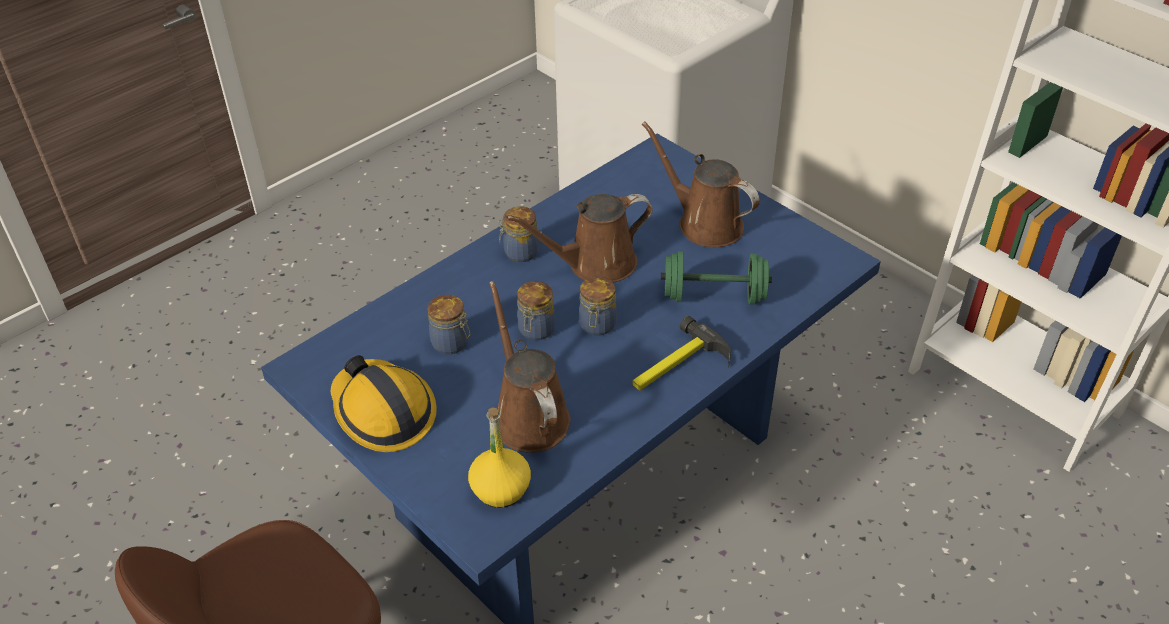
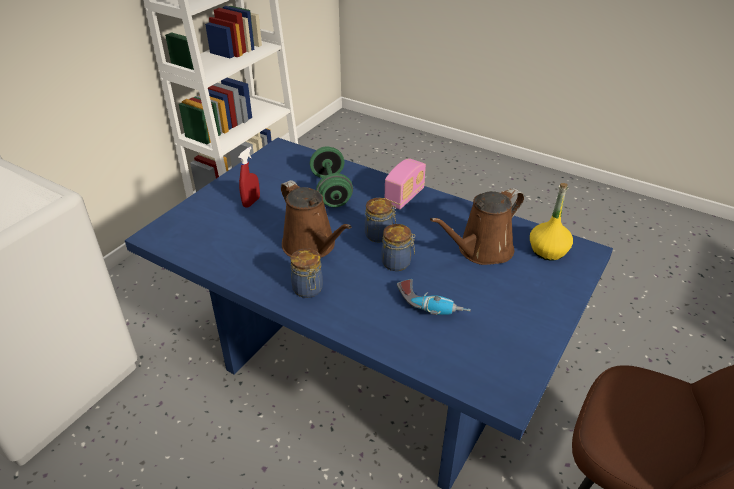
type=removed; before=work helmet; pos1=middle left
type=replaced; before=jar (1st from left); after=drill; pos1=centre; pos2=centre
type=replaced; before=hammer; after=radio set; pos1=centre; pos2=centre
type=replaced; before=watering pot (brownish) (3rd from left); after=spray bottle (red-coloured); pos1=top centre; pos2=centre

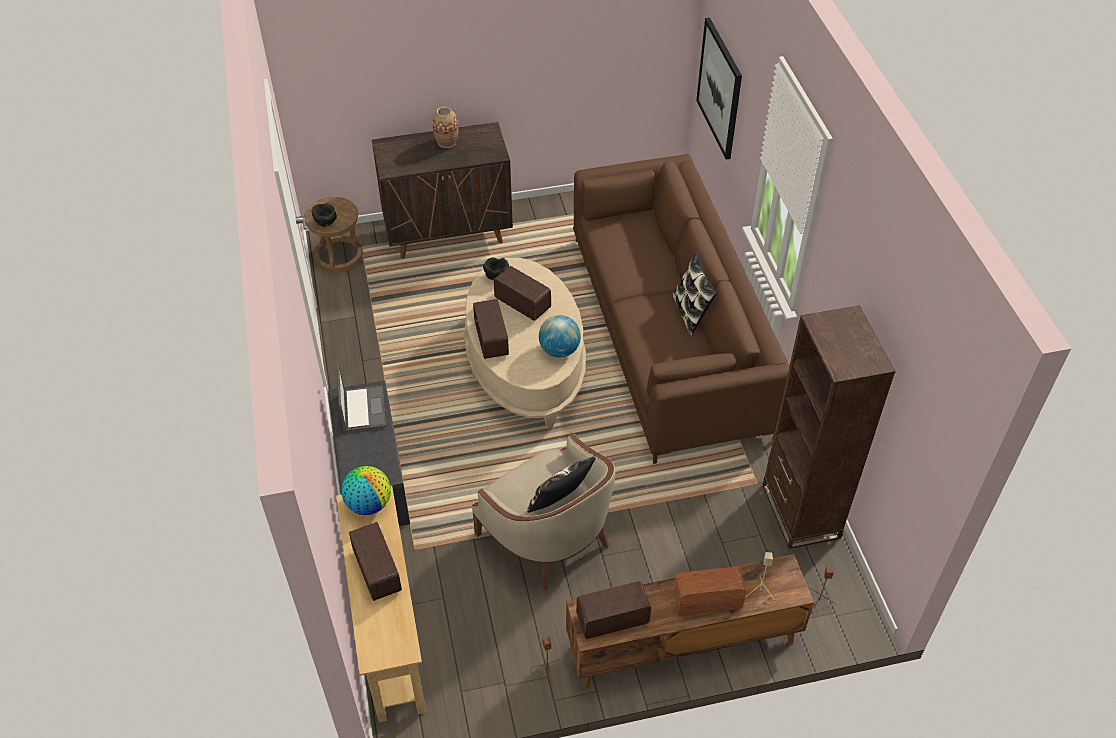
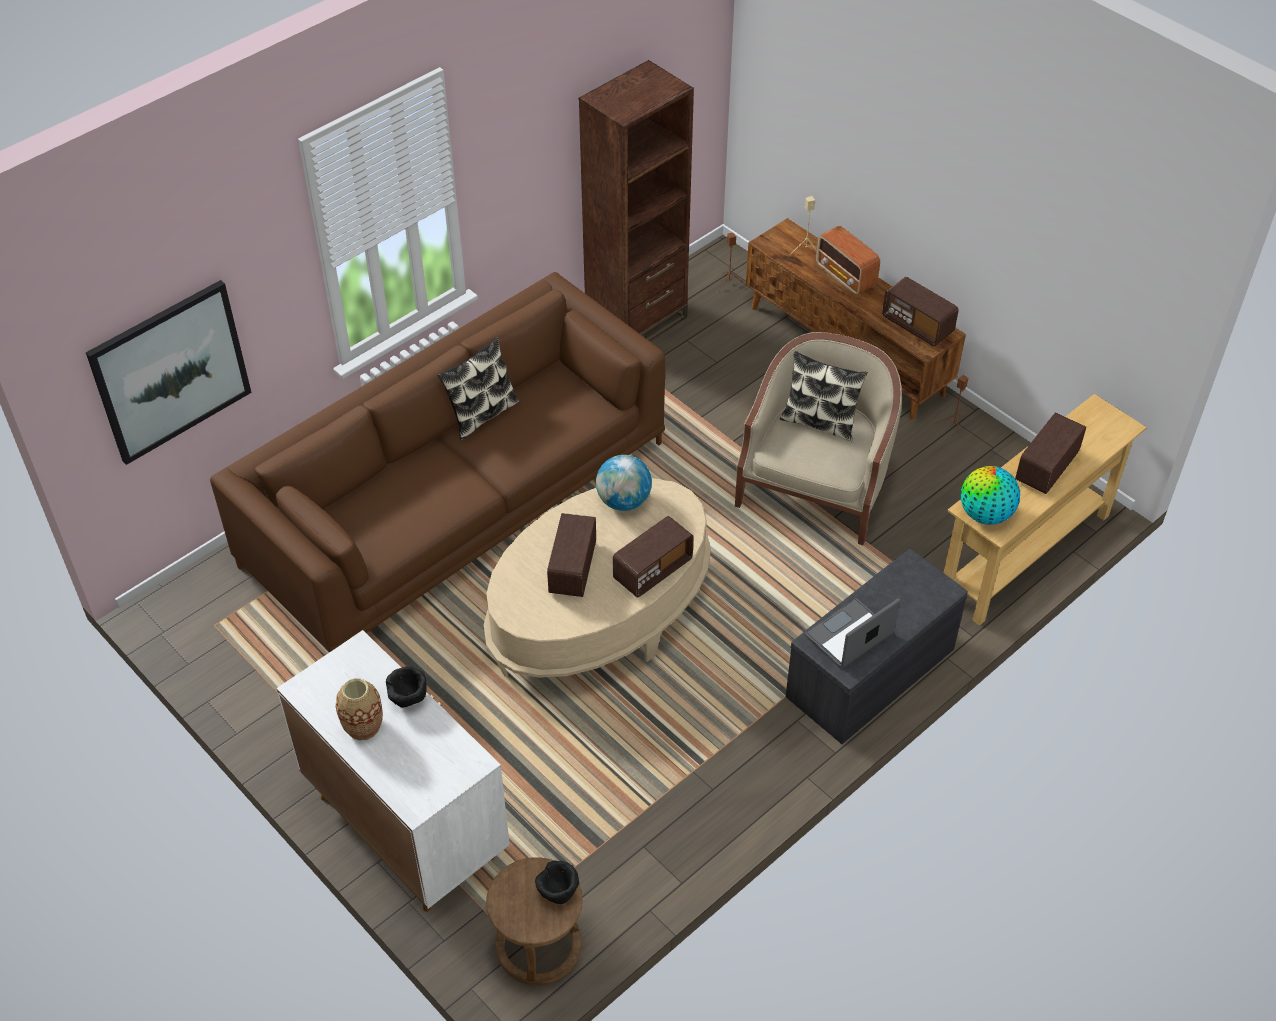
type=recoloured; before=cabinet (brownish); after=cabinet (whitish); pos1=top centre; pos2=bottom left
type=moved; before=deep dish (black) (2nd from left in the first image); after=deep dish (black) (1st from left); pos1=centre; pos2=bottom left

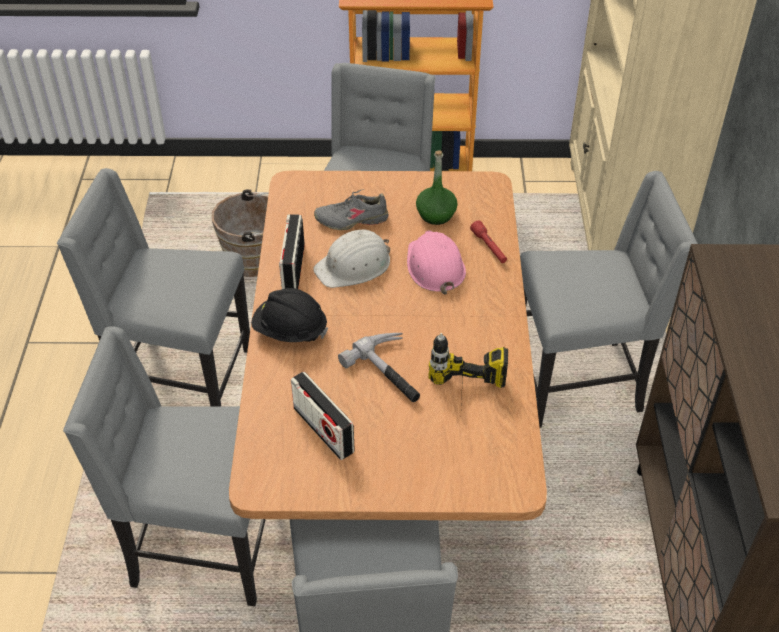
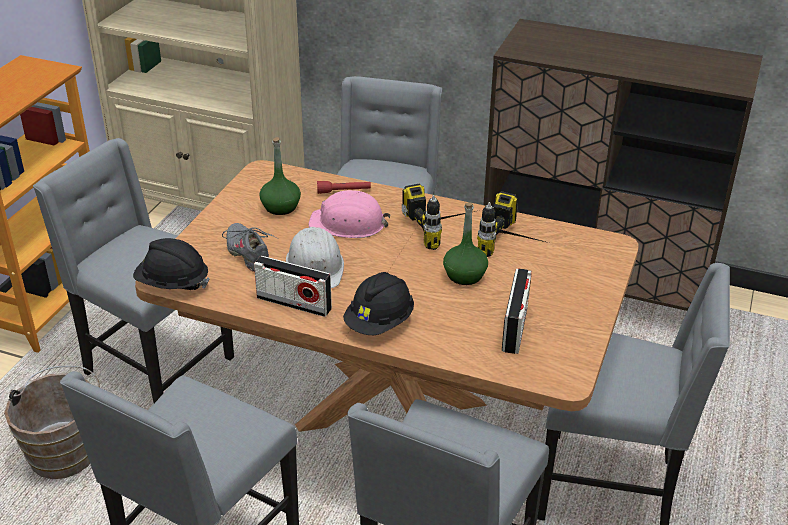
type=turned; before=radio set (2nd from left); pos1=centre; pos2=centre; turn=-60
type=turned; before=item of footwear (greyish); pos1=top centre; pos2=middle left; turn=135
type=replaced; before=hammer; after=bottle (green) (2nd from left); pos1=centre; pos2=centre
type=added; after=work helmet (black) (1st from left); pos2=middle left
type=added; after=drill (1st from left); pos2=centre

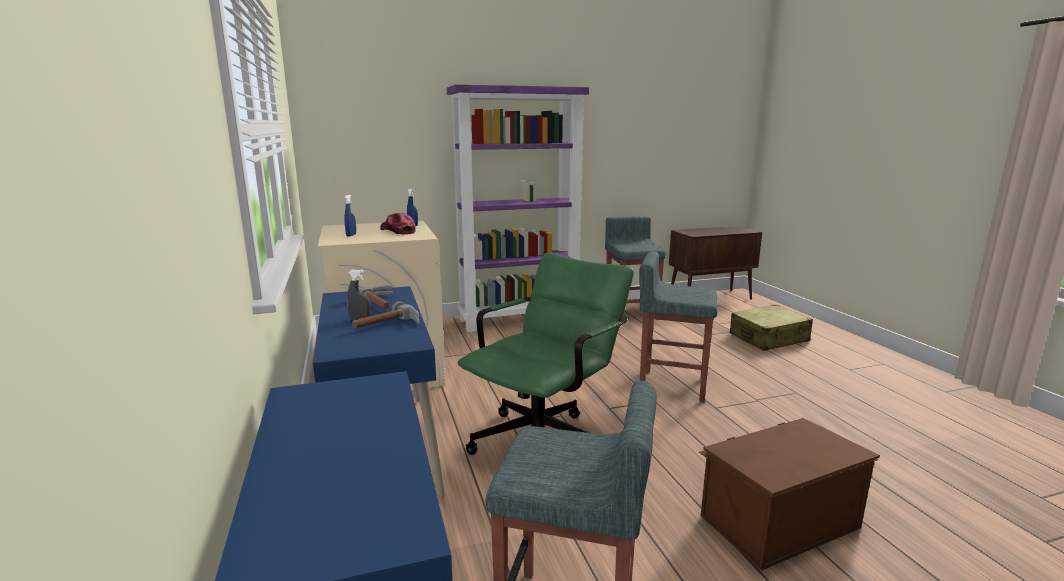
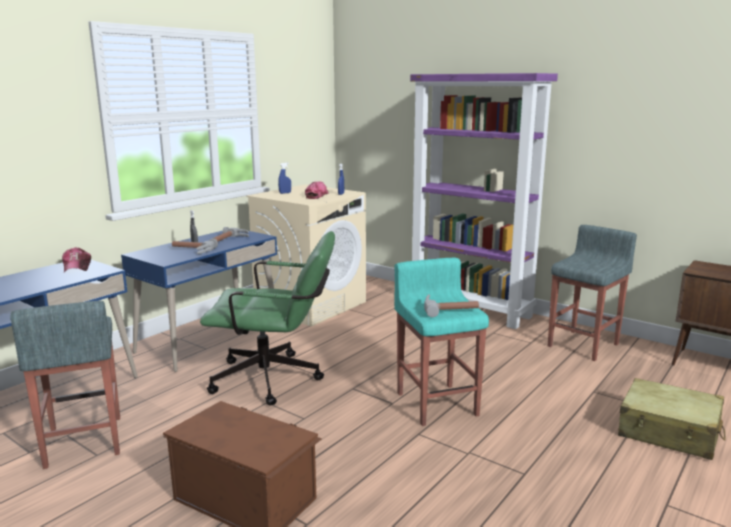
type=recoloured; before=stool seat (greyish) (3rd from left); after=stool seat (blue-green); pos1=centre; pos2=centre
type=added; after=peaked cap (1st from left); pos2=middle left
type=added; after=hammer (3rd from left); pos2=centre

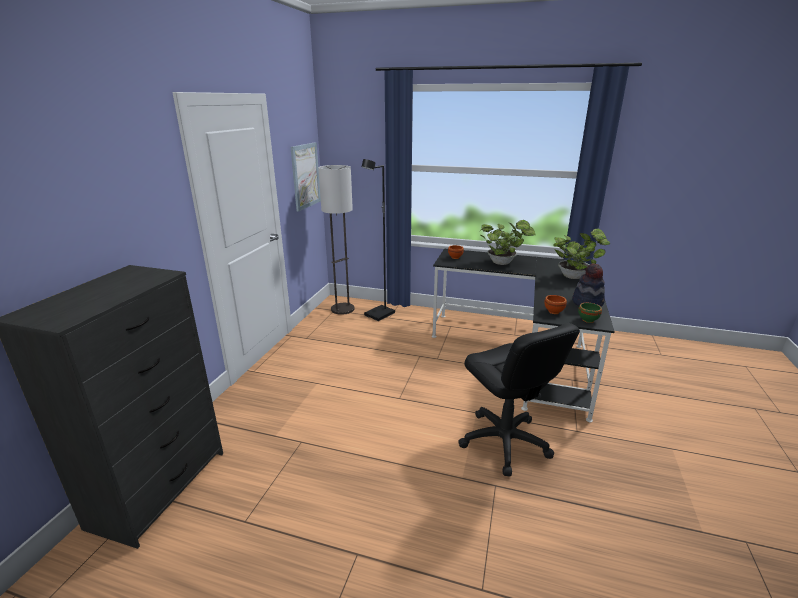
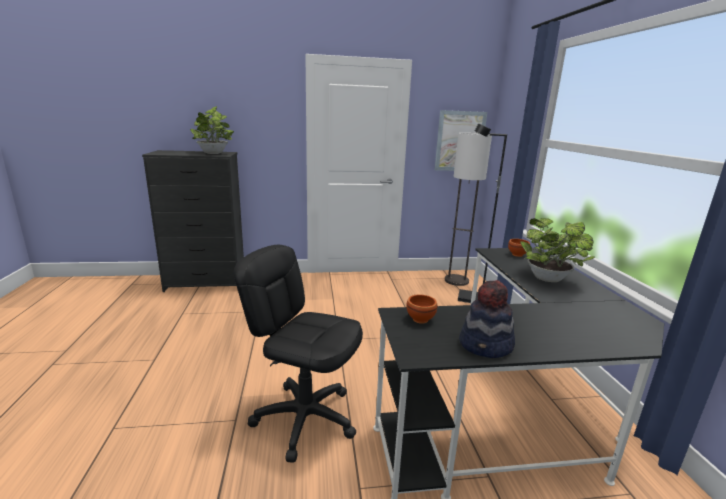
type=turned; before=office chair (black); pos1=bottom centre; pos2=bottom centre; turn=75
type=moved; before=potted plant (2nd from left in the first image); after=potted plant (1st from left); pos1=middle right; pos2=top left
type=removed; before=deep dish (green); pos1=middle right

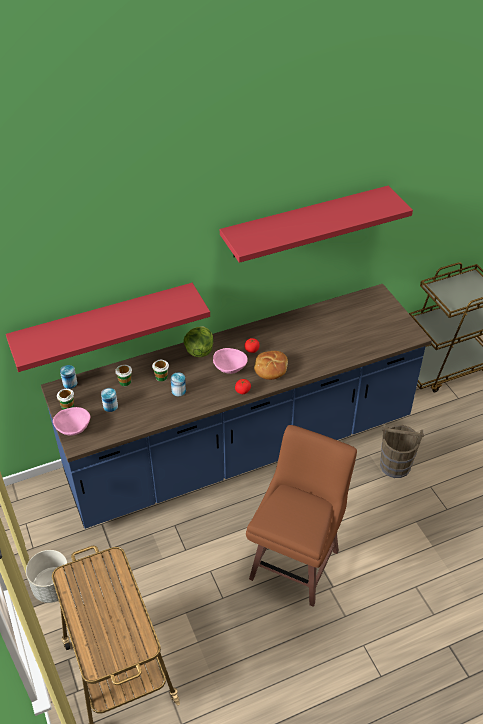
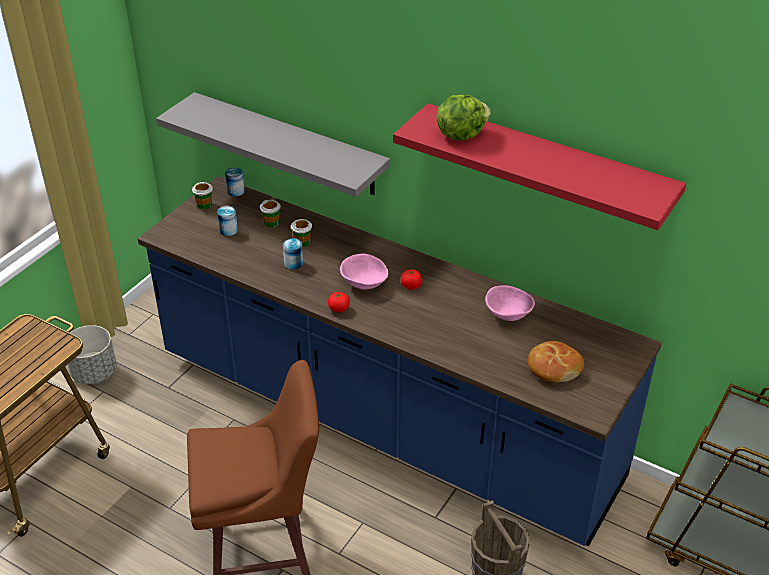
type=recoloured; before=wall shelf (red-coloured) (1st from left); after=wall shelf (greyish); pos1=middle left; pos2=top centre
type=moved; before=deep dish (pink-coloured) (1st from left in the first image); after=deep dish (pink-coloured) (2nd from left); pos1=middle left; pos2=centre
type=moved; before=lettuce head; pos1=centre; pos2=top centre
type=moved; before=bread; pos1=centre; pos2=middle right

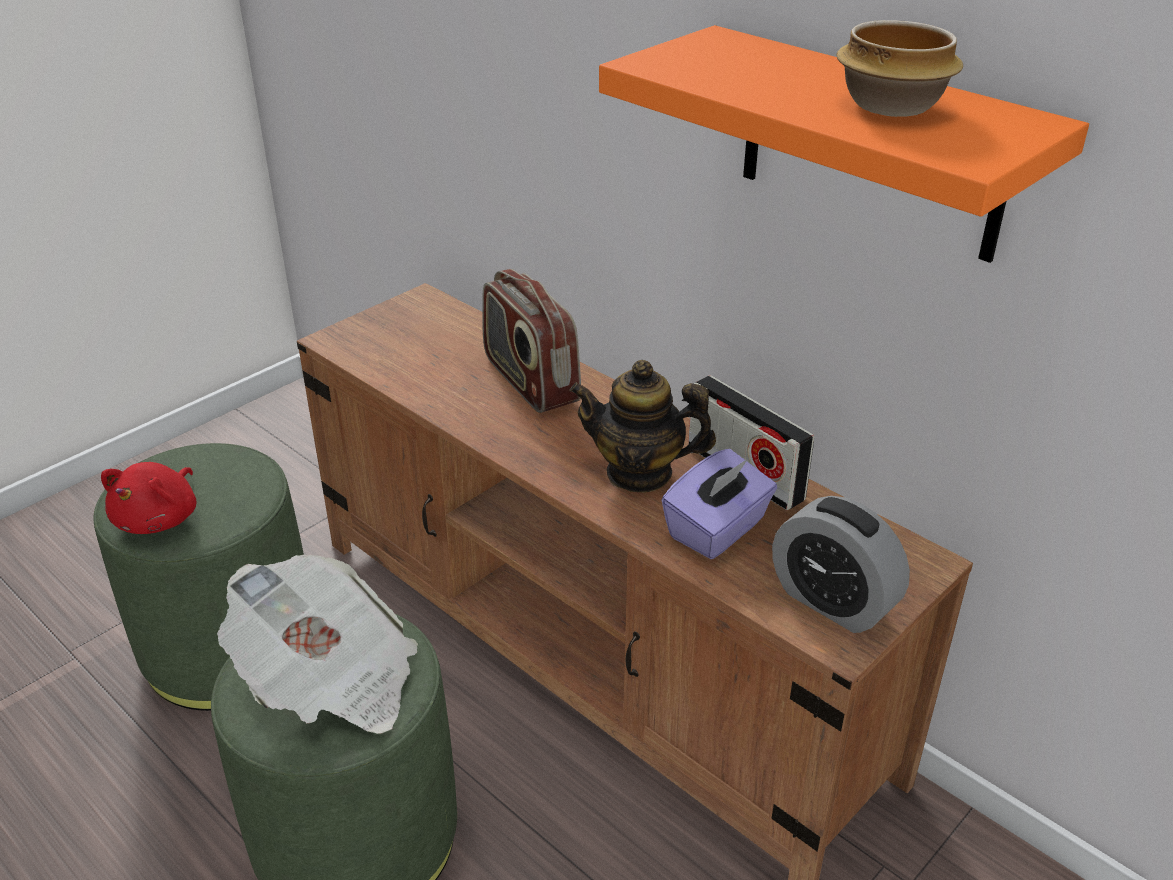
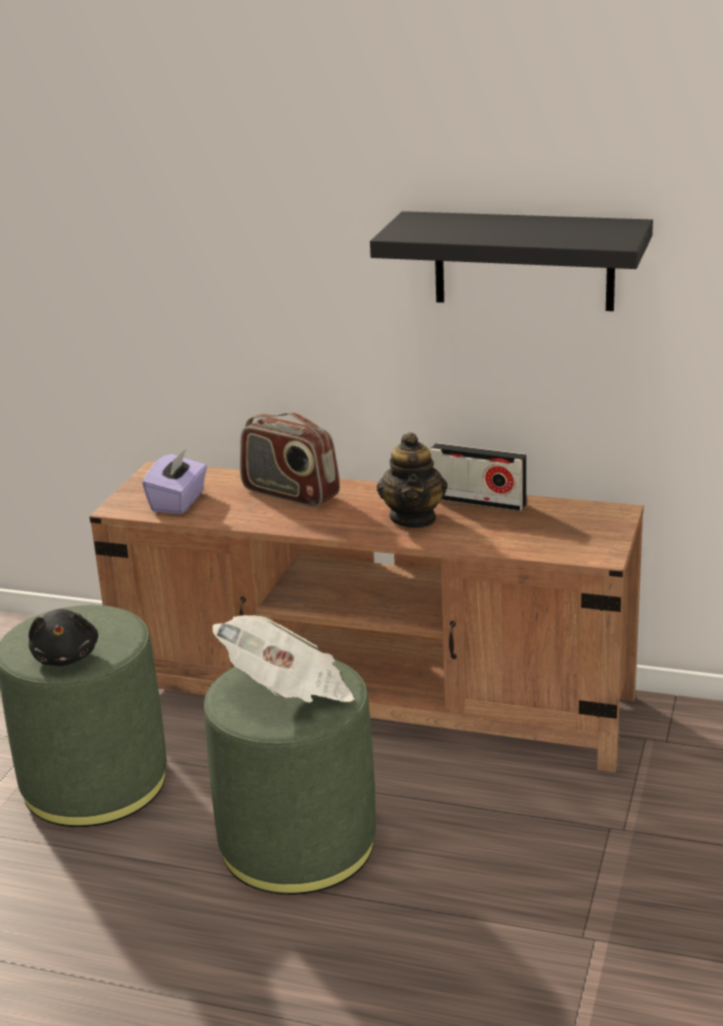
type=recoloured; before=plush toy (red-coloured); after=plush toy (black); pos1=middle left; pos2=middle left
type=turned; before=pot for tea; pos1=centre; pos2=centre; turn=-75
type=recoloured; before=wall shelf (orange-coloured); after=wall shelf (black); pos1=top right; pos2=top right
type=moved; before=box of tissues (purple); pos1=centre; pos2=middle left
type=removed; before=table clock; pos1=middle right
type=removed; before=deep dish; pos1=top right

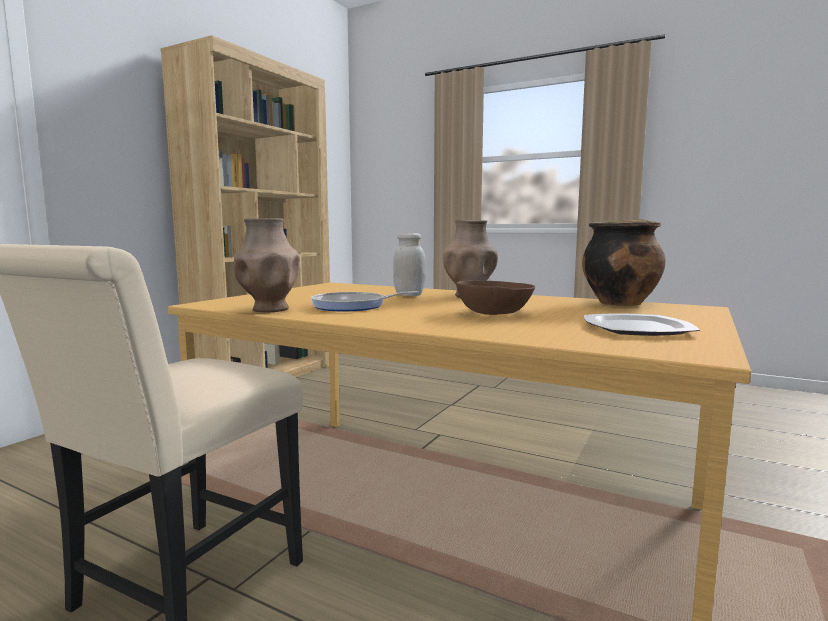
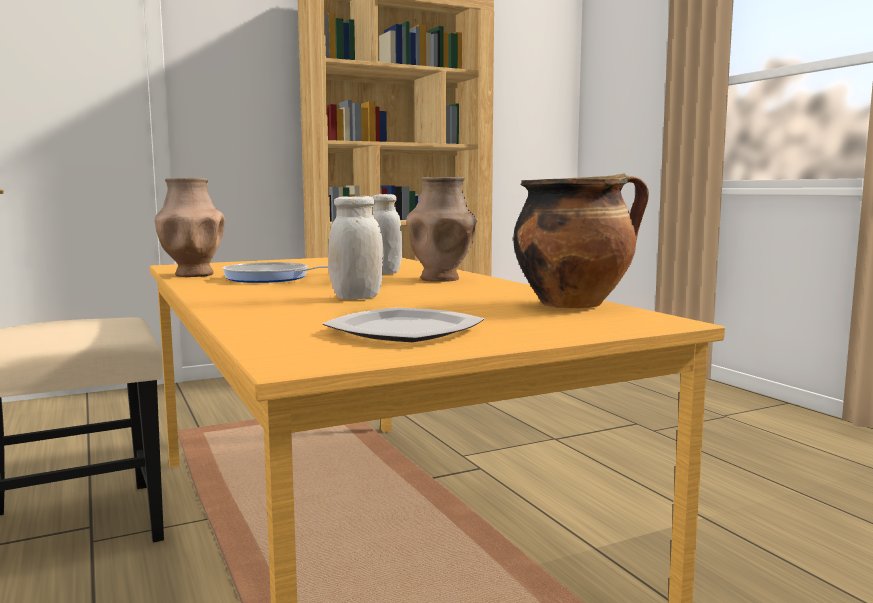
type=replaced; before=deep dish (brownish); after=jar (whitish) (1st from left); pos1=centre; pos2=centre

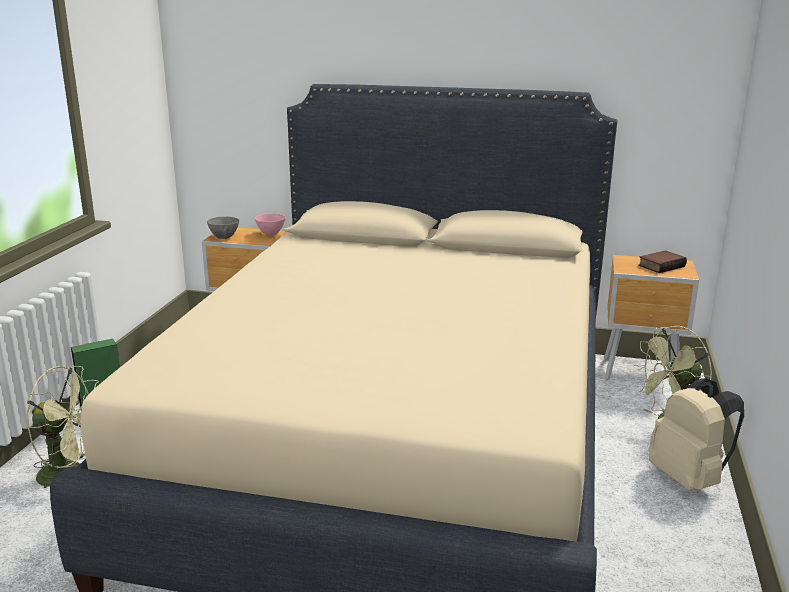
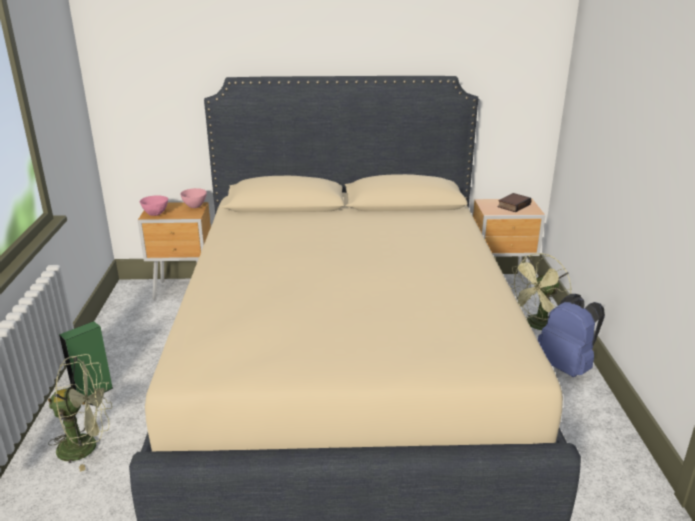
type=recoloured; before=deep dish (greyish); after=deep dish (pink-coloured) (1st from left); pos1=middle left; pos2=middle left
type=recoloured; before=rucksack (sand-coloured); after=rucksack (blue-coloured); pos1=bottom right; pos2=middle right

